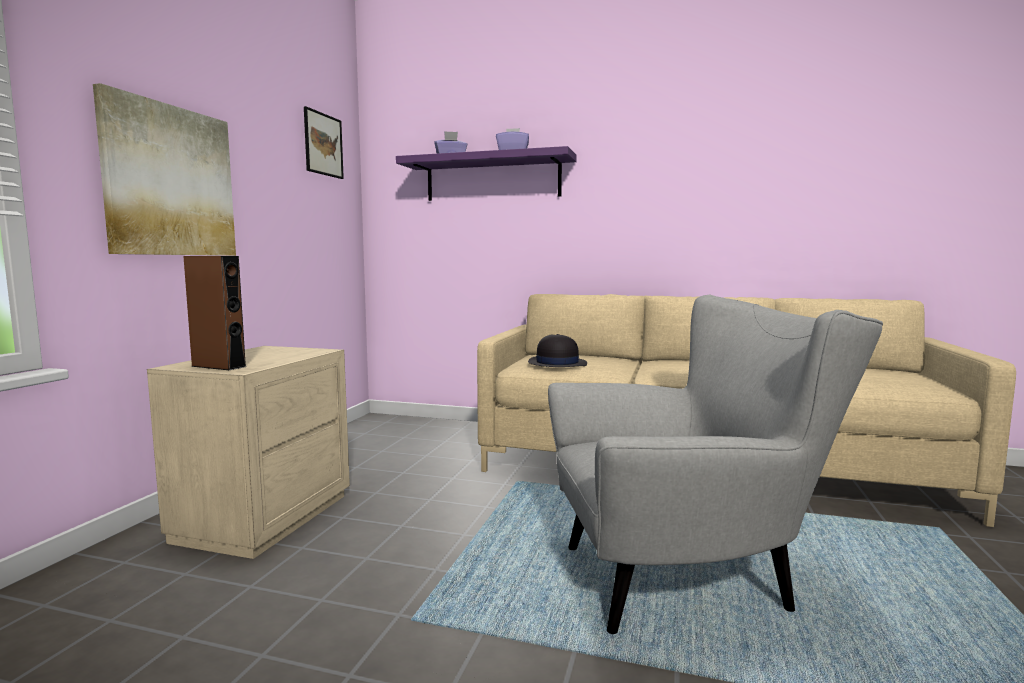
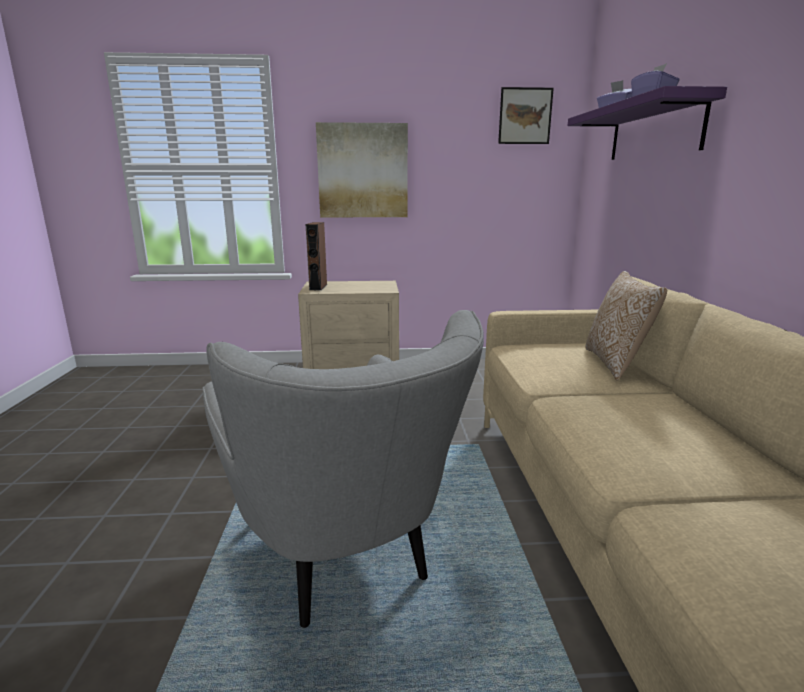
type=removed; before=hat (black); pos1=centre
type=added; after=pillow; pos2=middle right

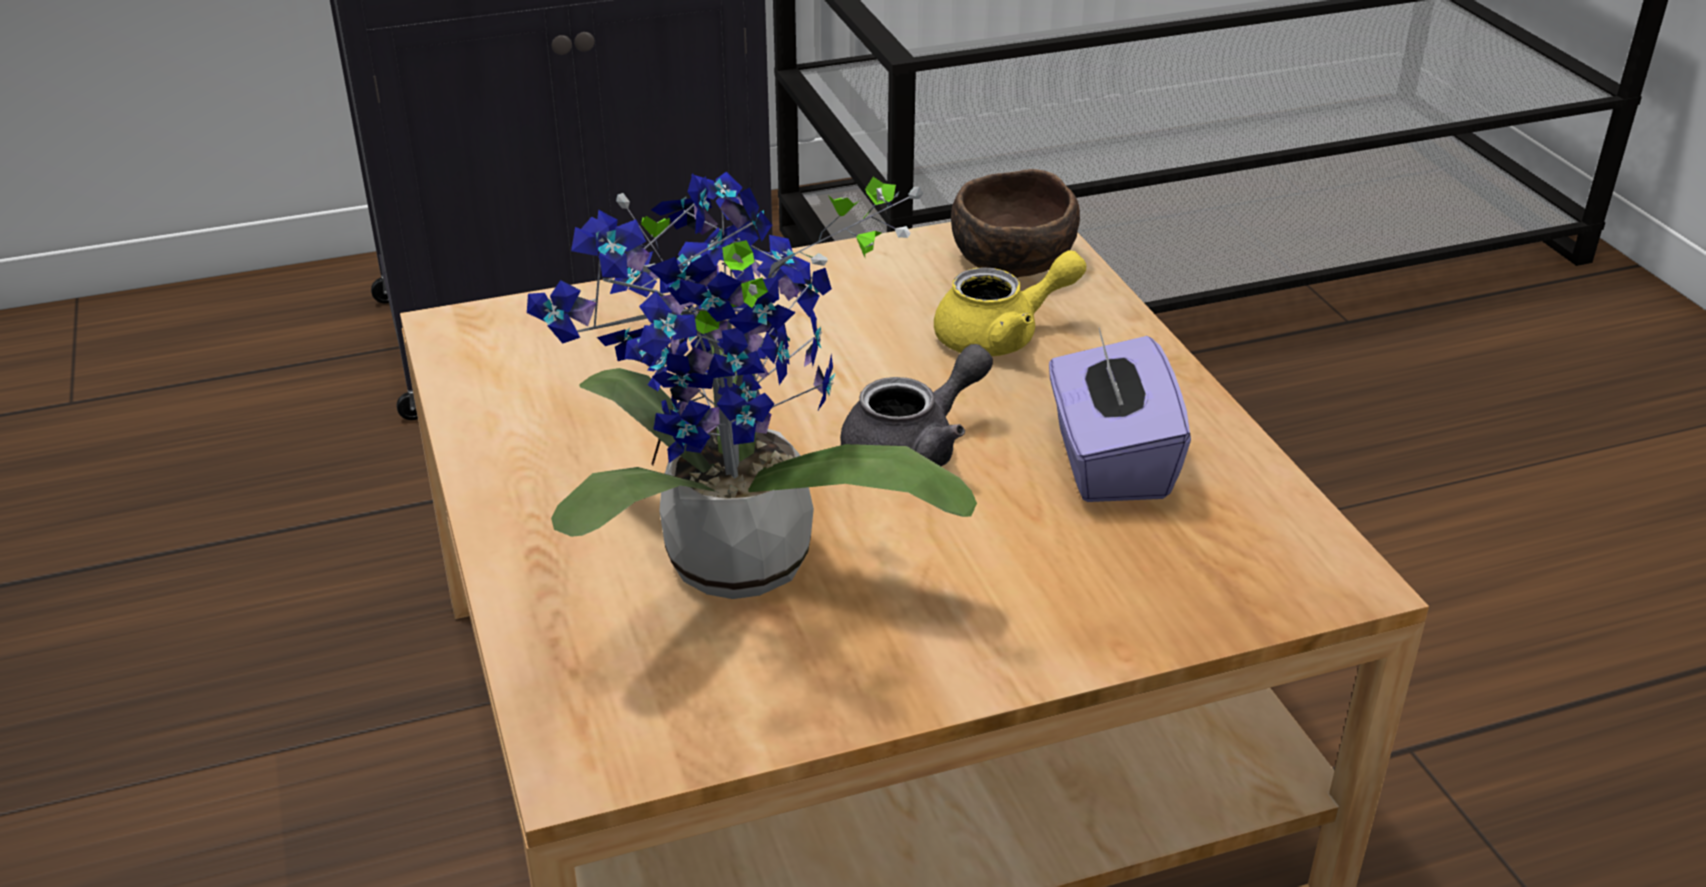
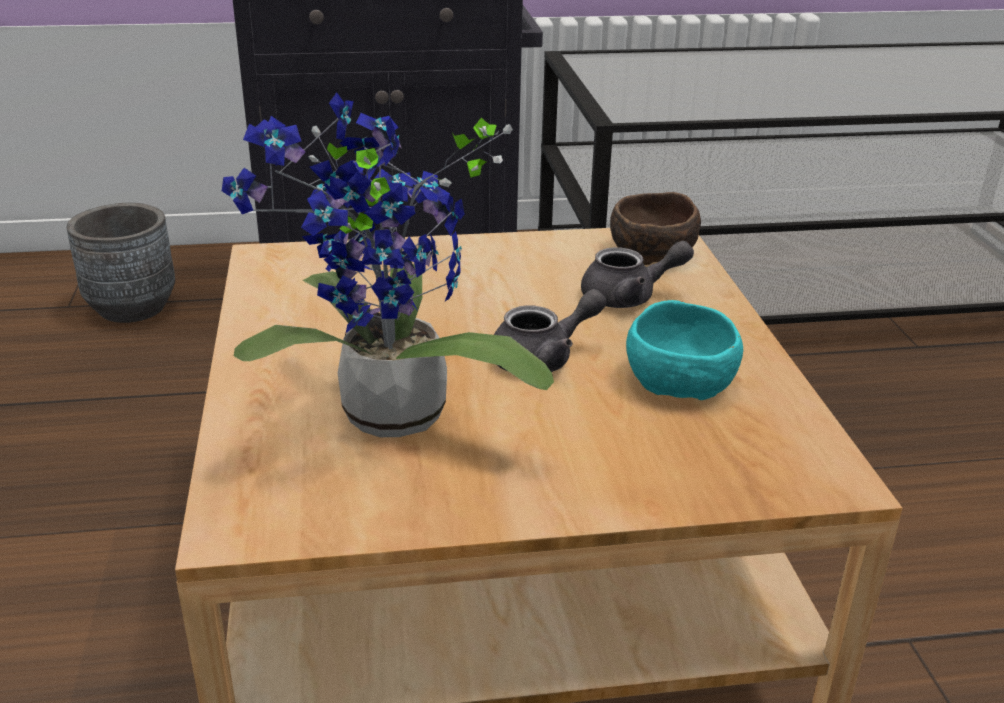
type=recoloured; before=pot for tea (yellow-coloured); after=pot for tea (greyish) (2nd from left); pos1=centre; pos2=centre
type=replaced; before=box of tissues (purple); after=deep dish (blue-green); pos1=centre; pos2=middle right
type=added; after=planter (greyish); pos2=middle left

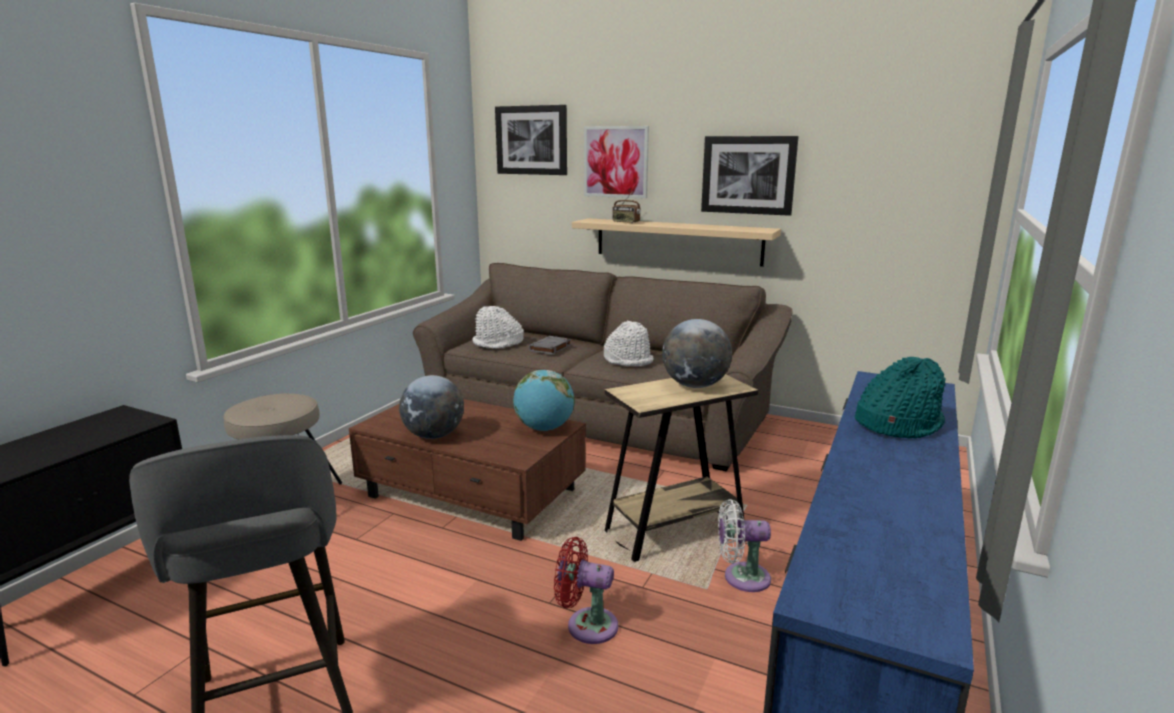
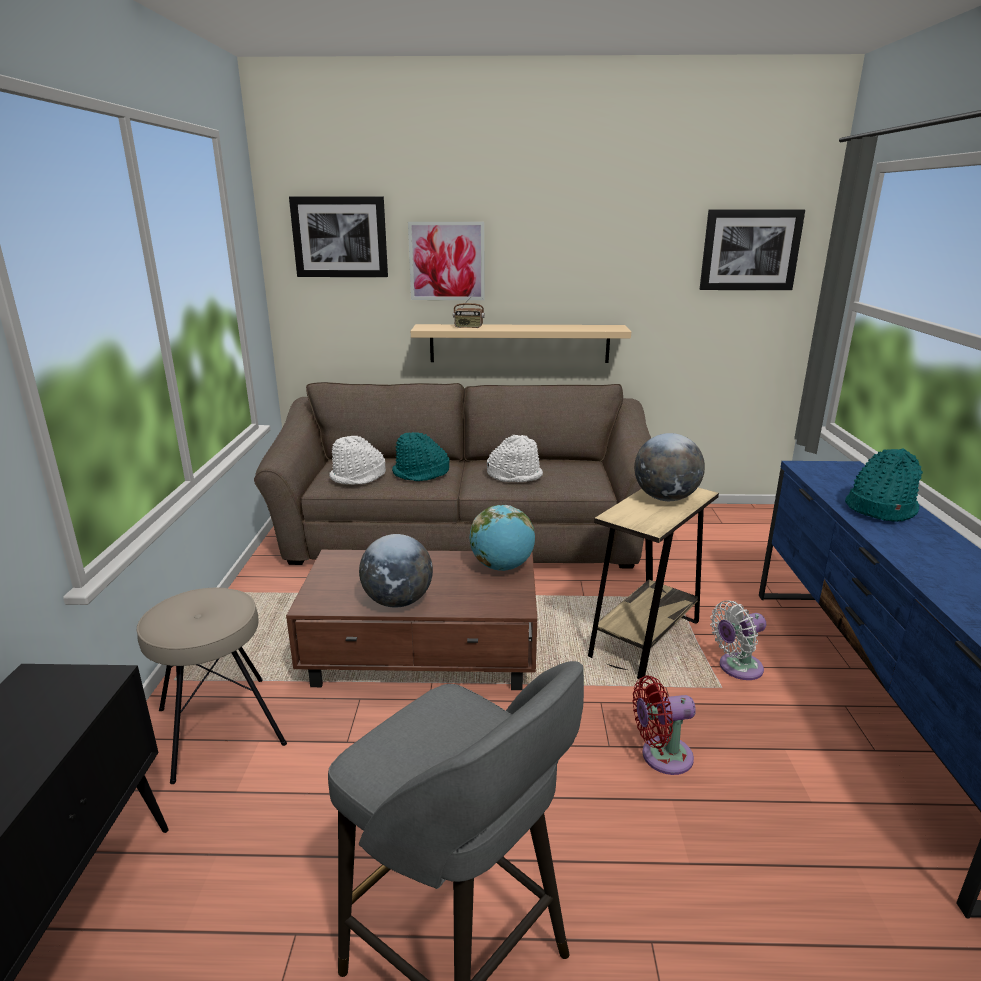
type=replaced; before=book (greyish); after=hat (blue-green) (1st from left); pos1=centre; pos2=centre
type=moved; before=picture (3rd from left); pos1=top centre; pos2=top right

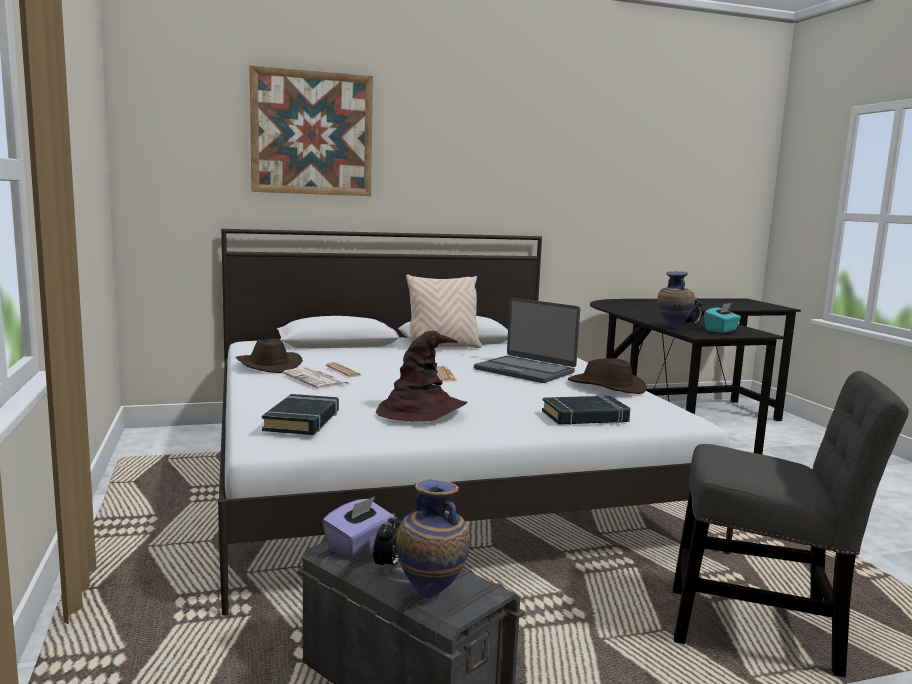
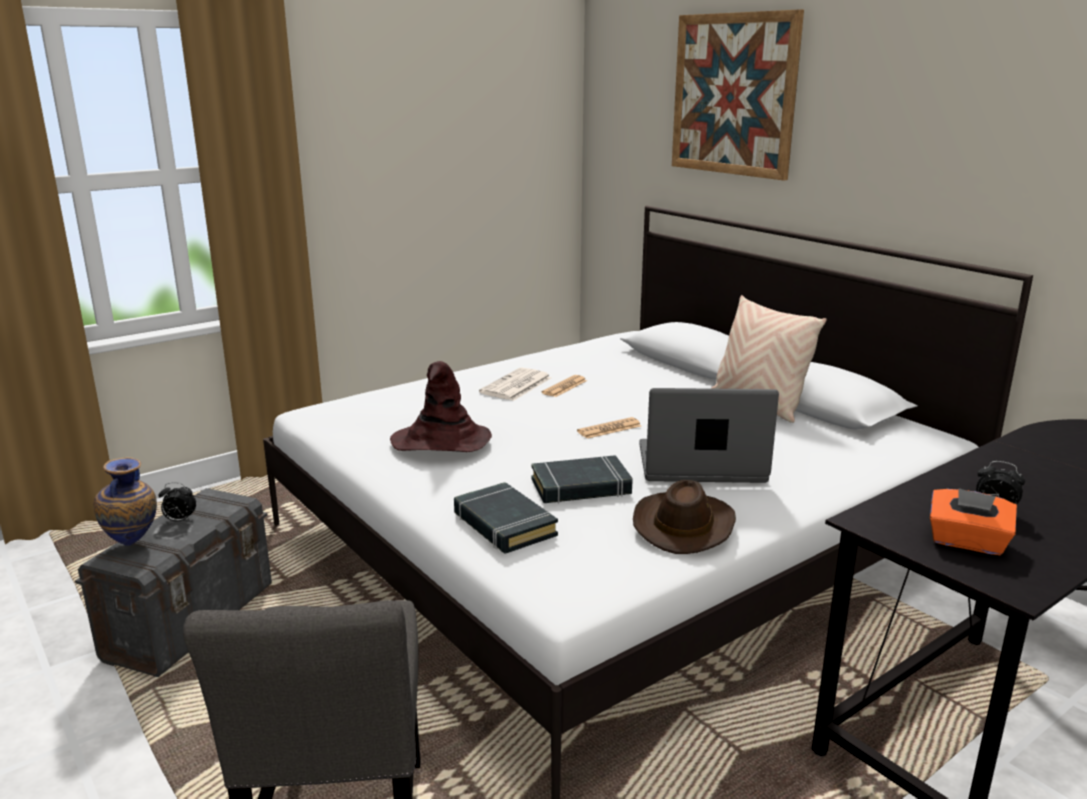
type=removed; before=hat (brownish) (1st from left); pos1=middle left
type=moved; before=book (black) (1st from left in the first image); after=book (black) (2nd from left); pos1=middle left; pos2=centre
type=removed; before=box of tissues (purple); pos1=bottom centre
type=turned; before=notebook computer; pos1=centre; pos2=centre; turn=75
type=removed; before=vase (2nd from left); pos1=middle right
type=recoloured; before=box of tissues (blue-green); after=box of tissues (orange-coloured); pos1=middle right; pos2=middle right

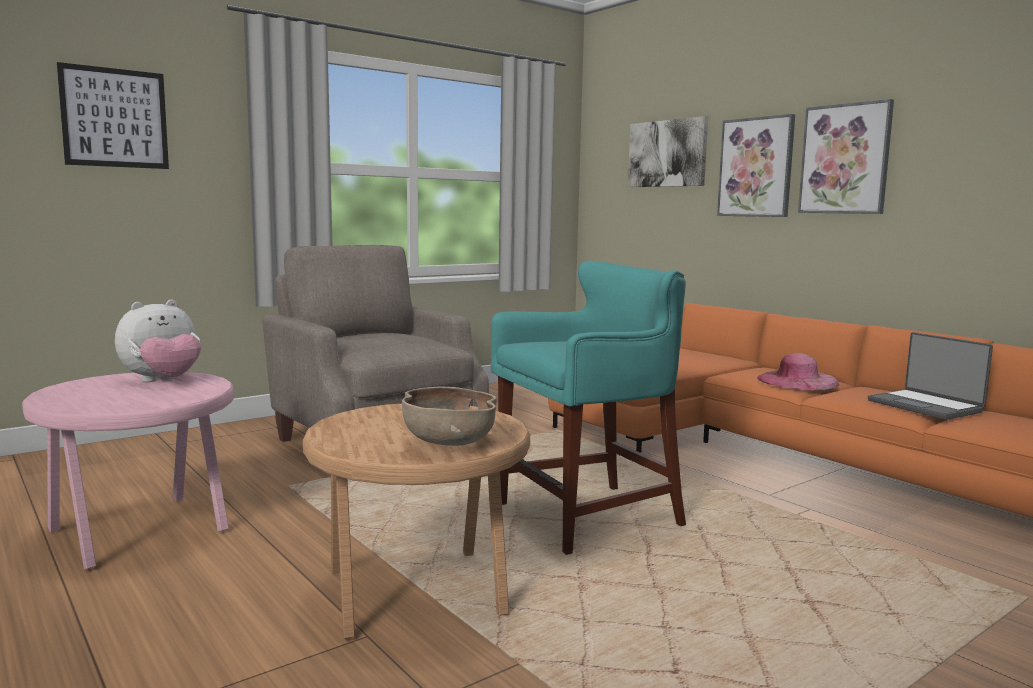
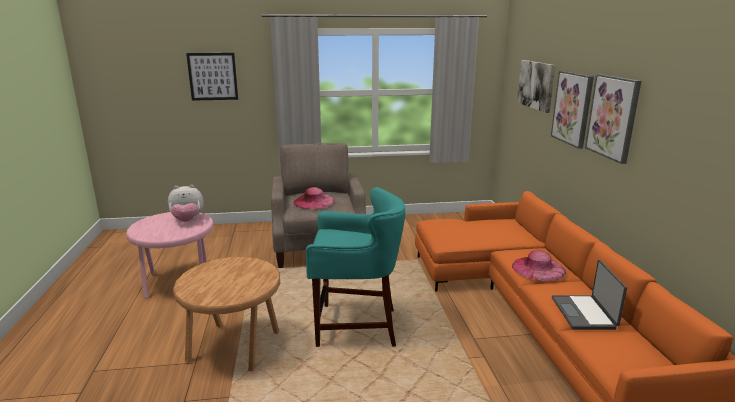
type=removed; before=deep dish (brownish); pos1=centre
type=added; after=hat (pink-coloured) (1st from left); pos2=centre

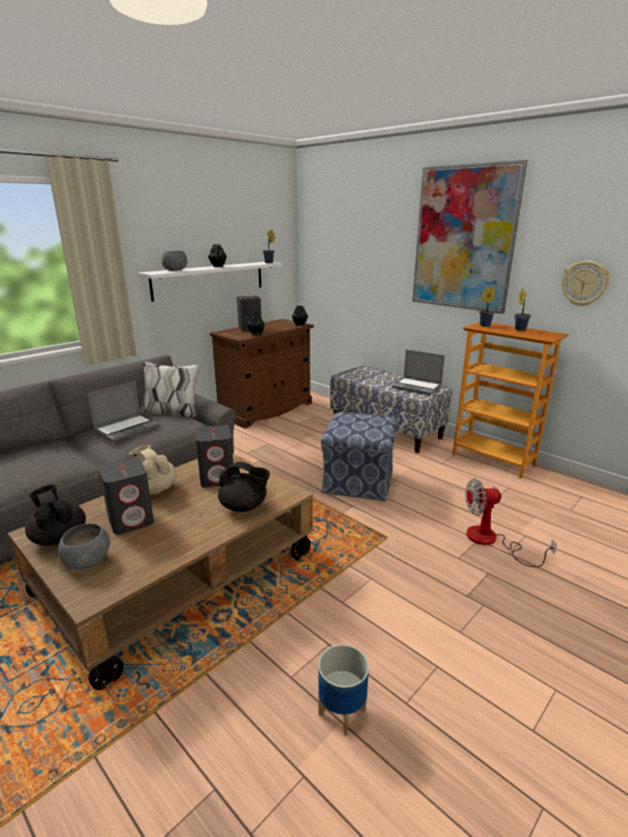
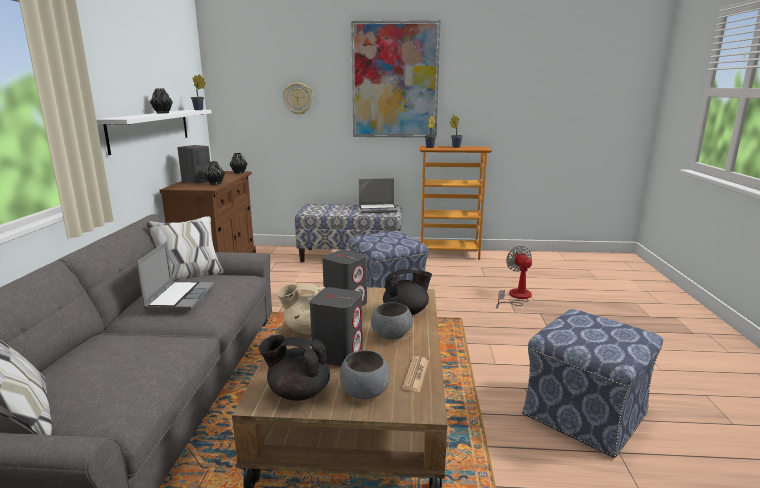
type=moved; before=deep dish (greyish) (2nd from left); pos1=top left; pos2=centre
type=replaced; before=planter; after=pouffe (2nd from left); pos1=bottom centre; pos2=bottom right
type=turned; before=electric fan; pos1=middle right; pos2=middle right; turn=120
type=moved; before=clock on the wall; pos1=middle right; pos2=top centre
type=added; after=newspaper; pos2=bottom centre

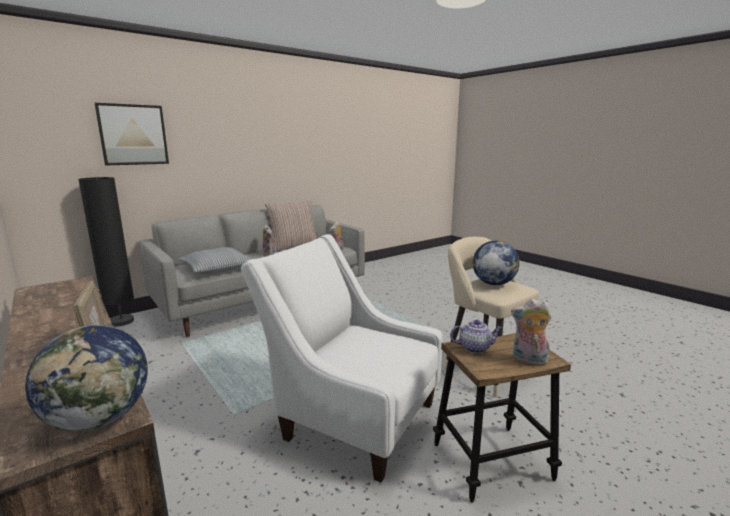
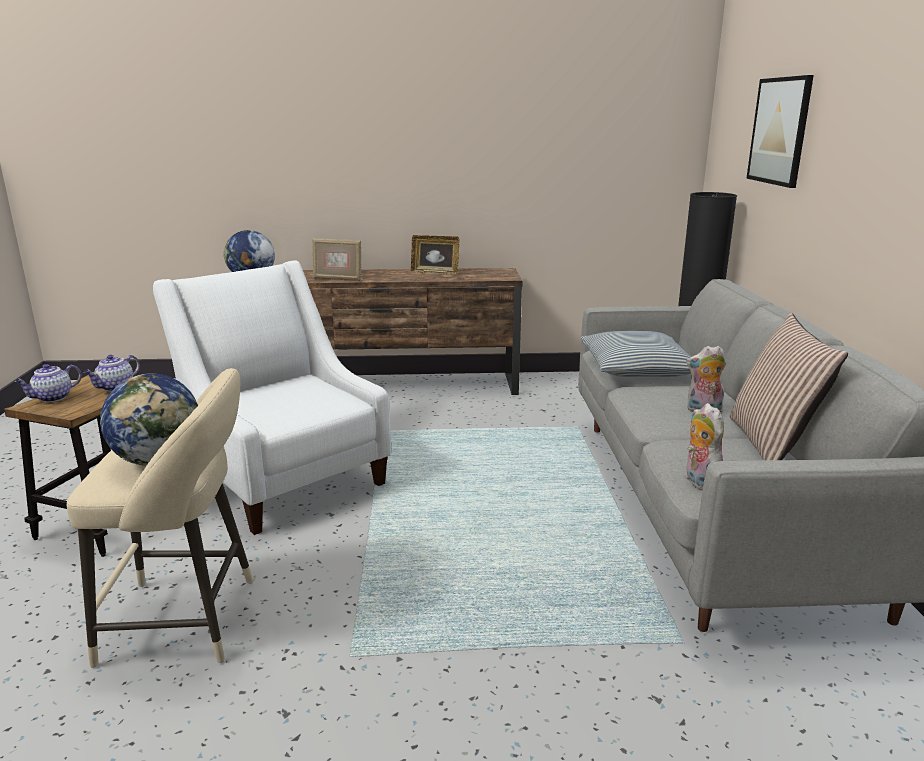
type=turned; before=easy chair (whitish); pos1=bottom centre; pos2=middle left; turn=-105
type=replaced; before=plush toy (3rd from left); after=pot for tea (1st from left); pos1=middle right; pos2=middle left
type=added; after=standing frame (2nd from left); pos2=centre

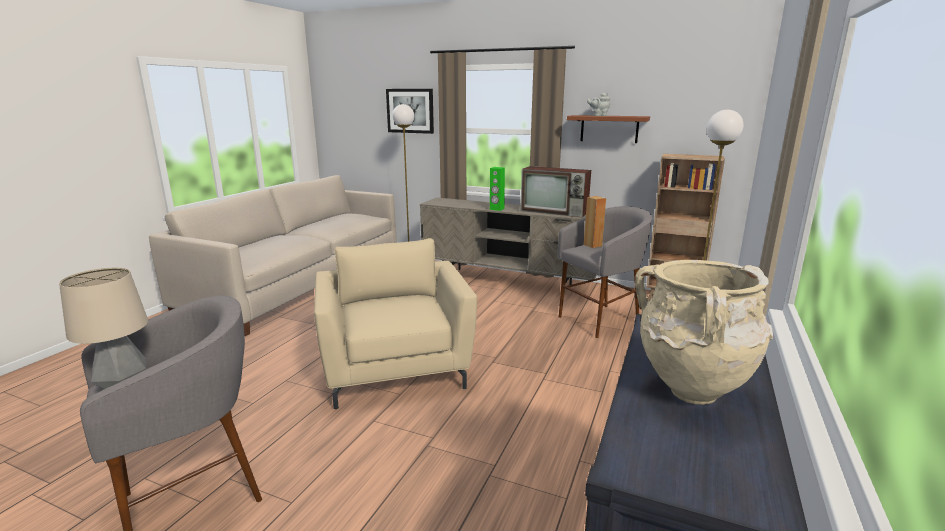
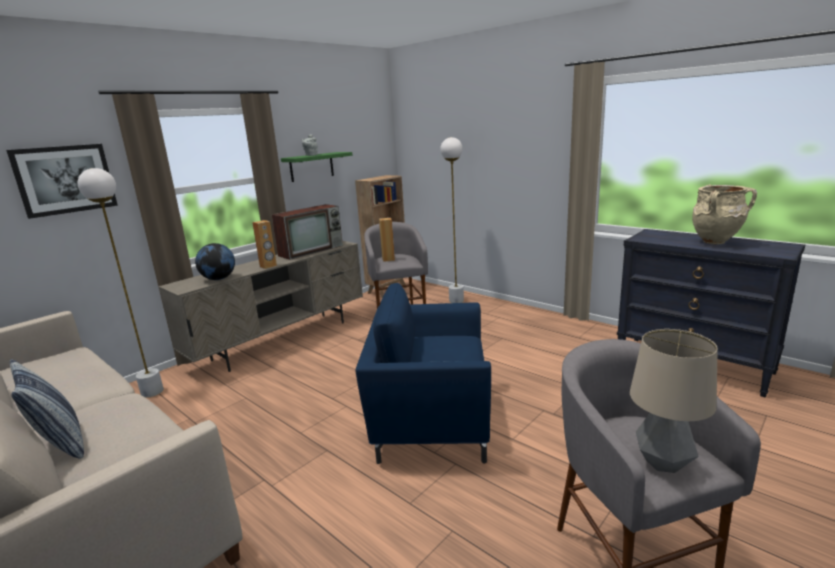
type=recoloured; before=easy chair (sand-coloured); after=easy chair (blue-coloured); pos1=centre; pos2=centre
type=recoloured; before=audio speaker (green); after=audio speaker (brownish) (1st from left); pos1=centre; pos2=middle left
type=recoloured; before=wall shelf (brownish); after=wall shelf (green); pos1=top centre; pos2=top centre
type=added; after=pillow; pos2=bottom left
type=added; after=world globe; pos2=middle left

